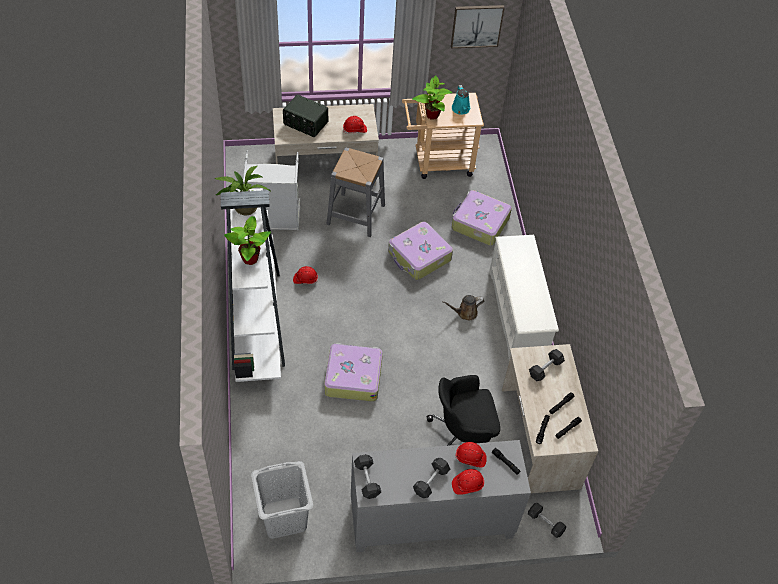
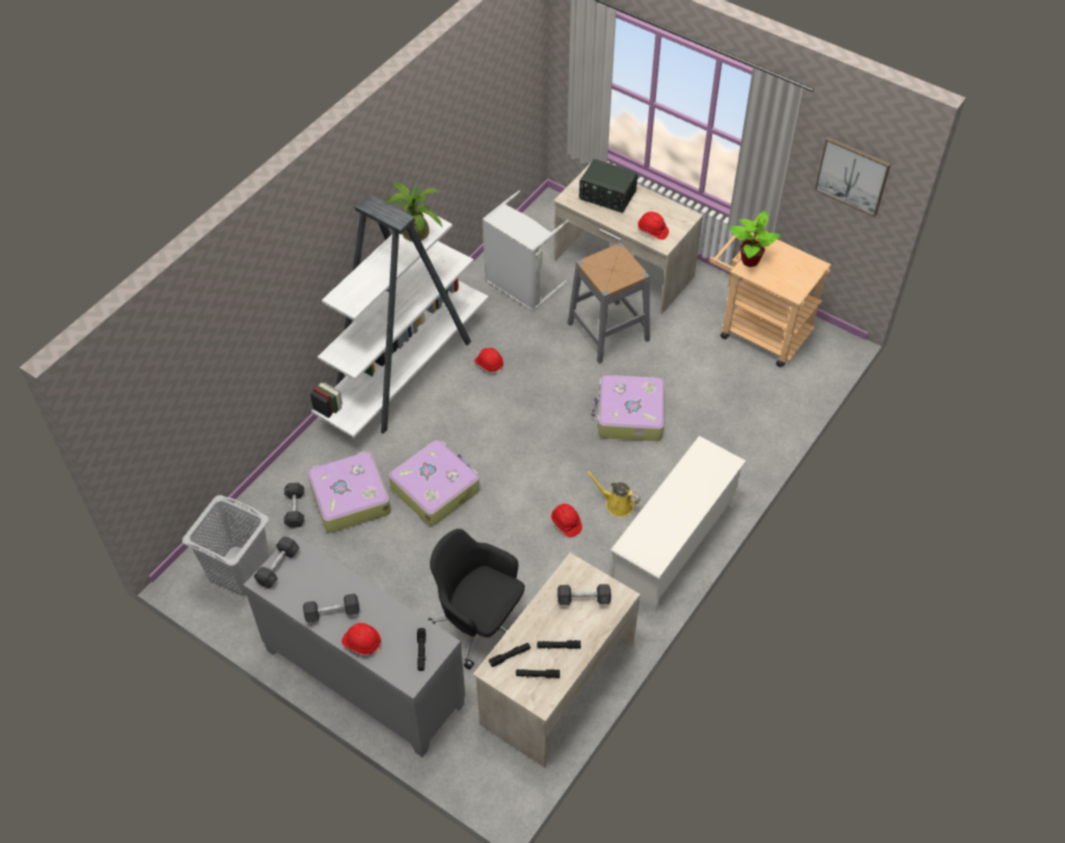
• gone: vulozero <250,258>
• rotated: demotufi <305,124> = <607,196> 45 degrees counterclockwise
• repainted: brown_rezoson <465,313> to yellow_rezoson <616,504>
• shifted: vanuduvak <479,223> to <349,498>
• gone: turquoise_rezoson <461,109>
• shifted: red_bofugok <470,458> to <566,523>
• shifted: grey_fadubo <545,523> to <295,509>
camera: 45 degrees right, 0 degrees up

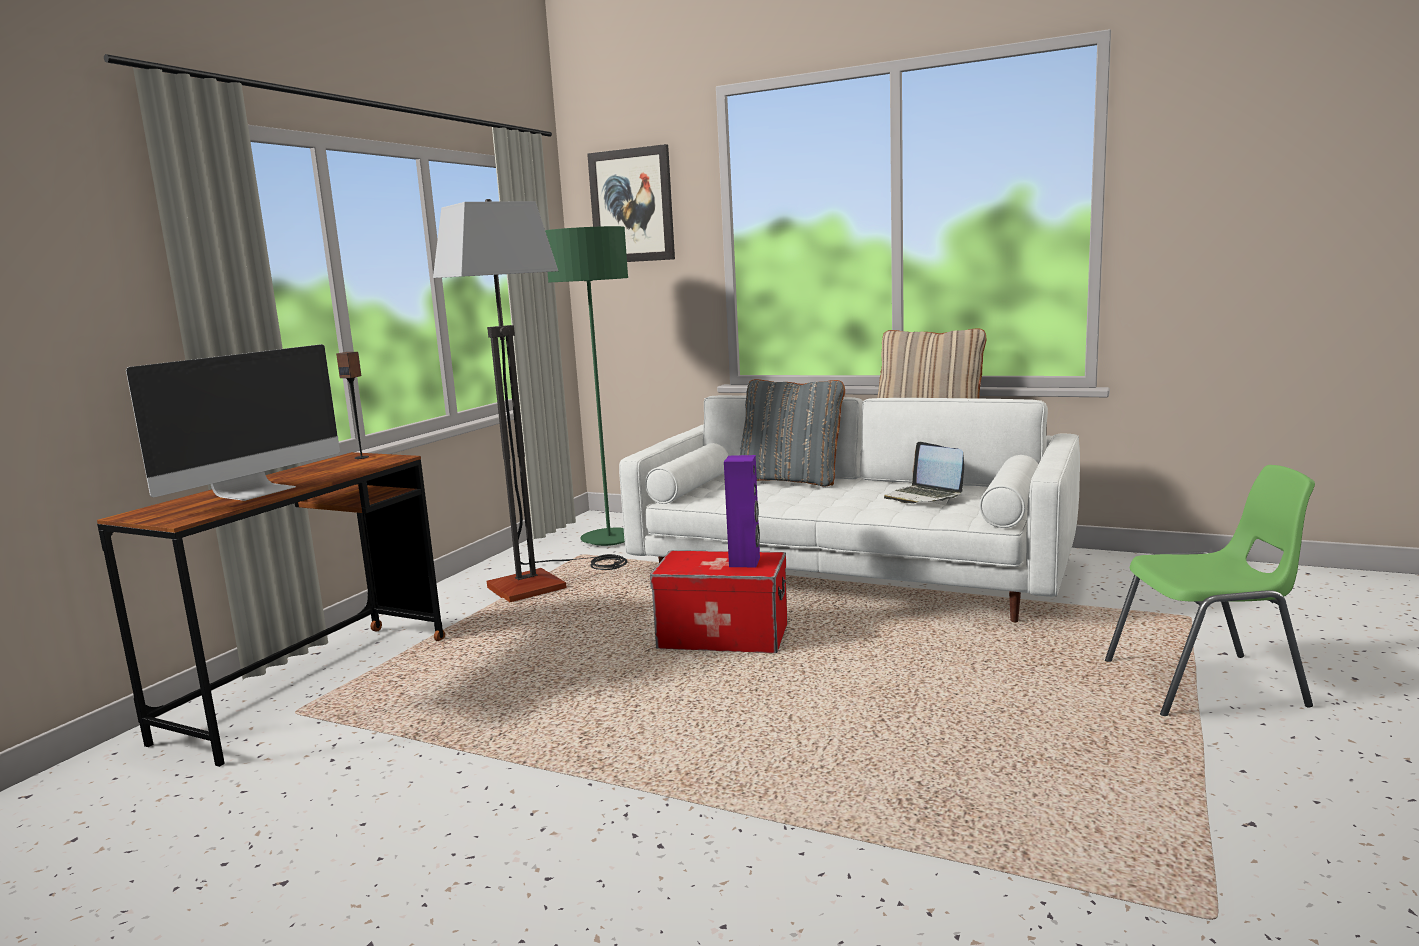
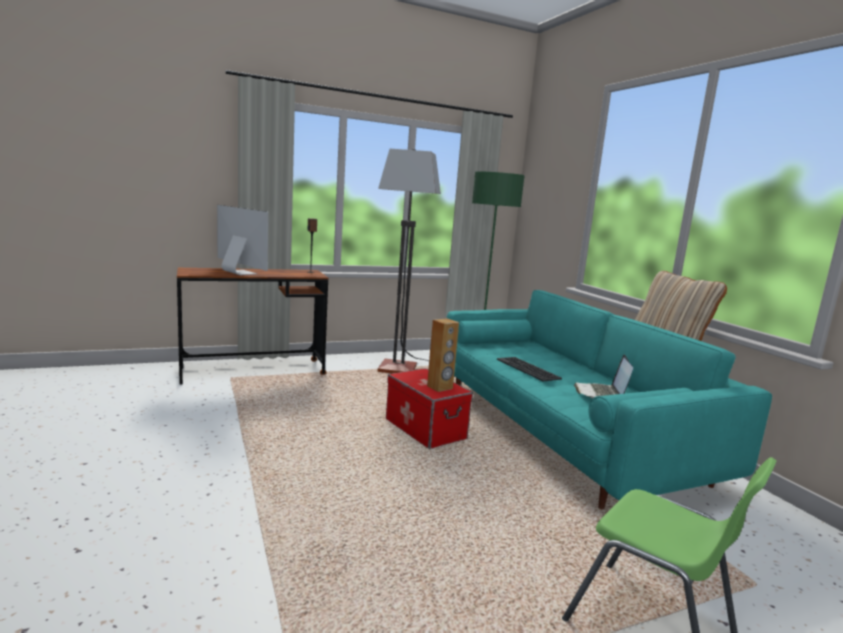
• rotated: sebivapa <256,491> = <238,272> 120 degrees counterclockwise
• gone: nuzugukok <632,206>
• repainted: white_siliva <851,573> to turquoise_siliva <564,432>
• repainted: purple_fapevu <745,562> to brown_fapevu <440,387>
• gone: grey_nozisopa <791,480>
• new: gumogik <528,369>
camera: 40 degrees right, 0 degrees up

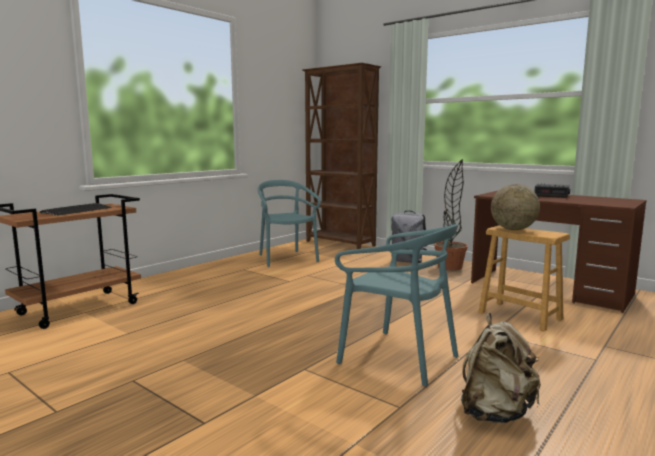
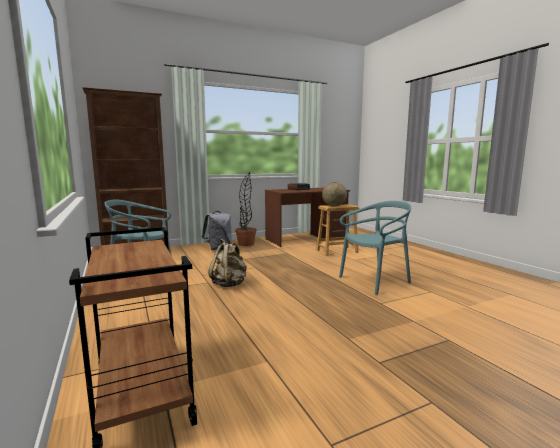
• gone: gumogik <77,210>
• shifted: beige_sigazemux <495,413> to <229,284>
camera: 65 degrees left, 0 degrees up

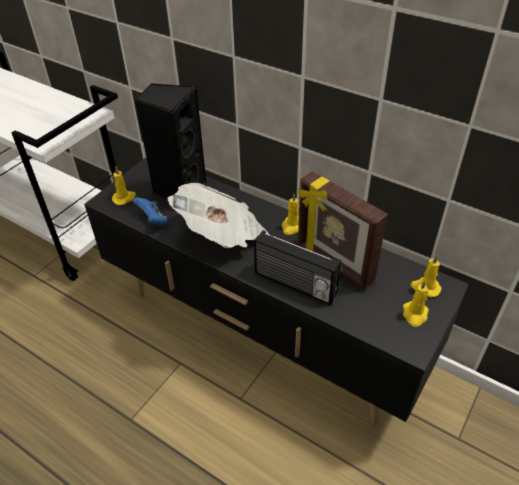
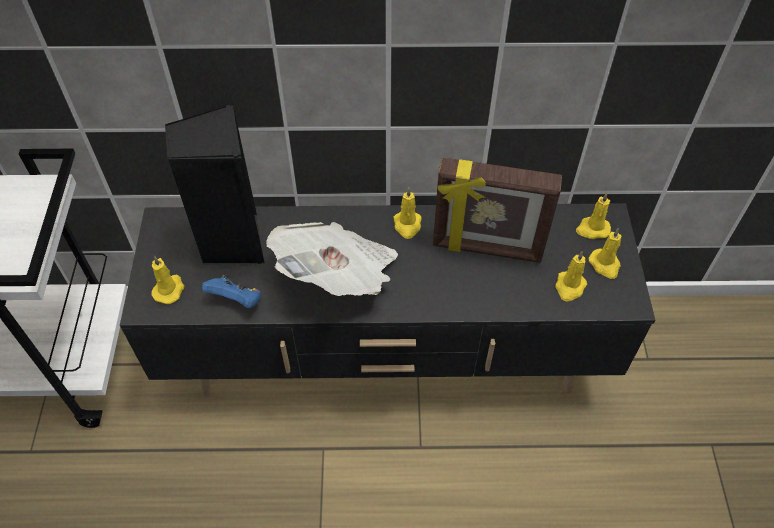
• gone: demotufi <294,284>
• new: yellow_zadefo <569,287>
camera: 35 degrees left, 10 degrees up

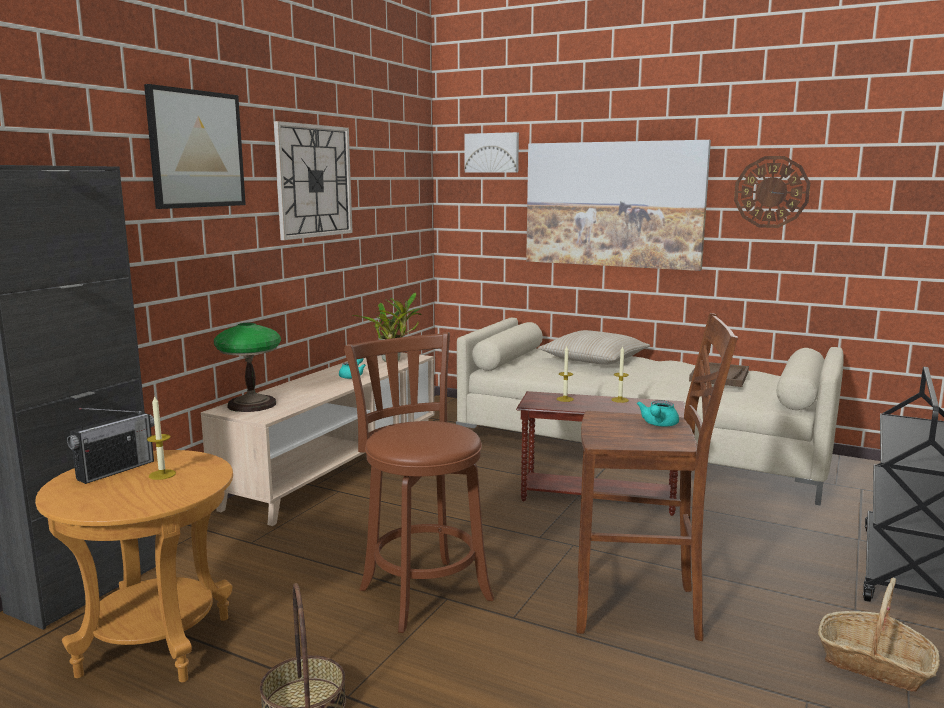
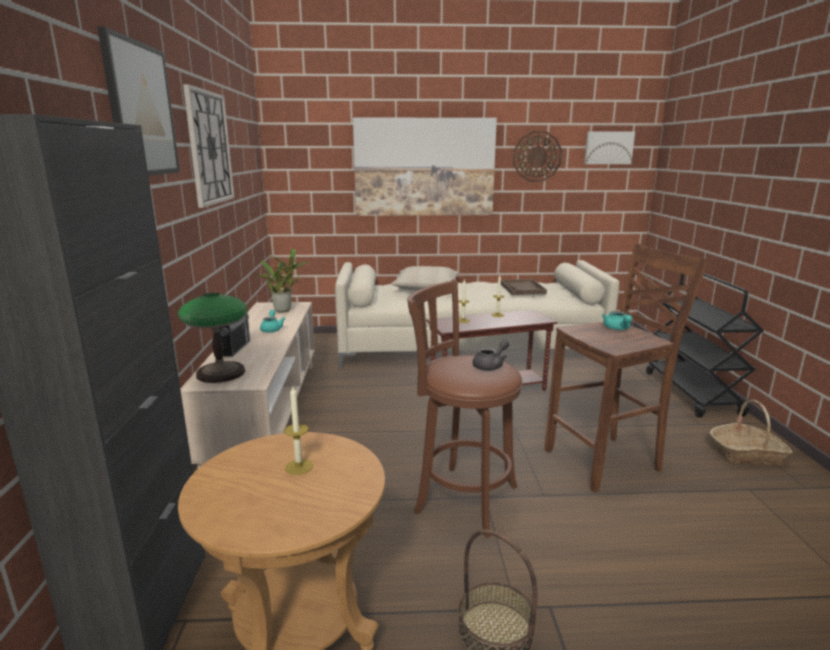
• shifted: demotufi <116,470> to <236,348>
• shifted: nuzugukok <492,153> to <608,148>
• new: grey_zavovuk <491,366>
camera: 30 degrees left, 5 degrees up

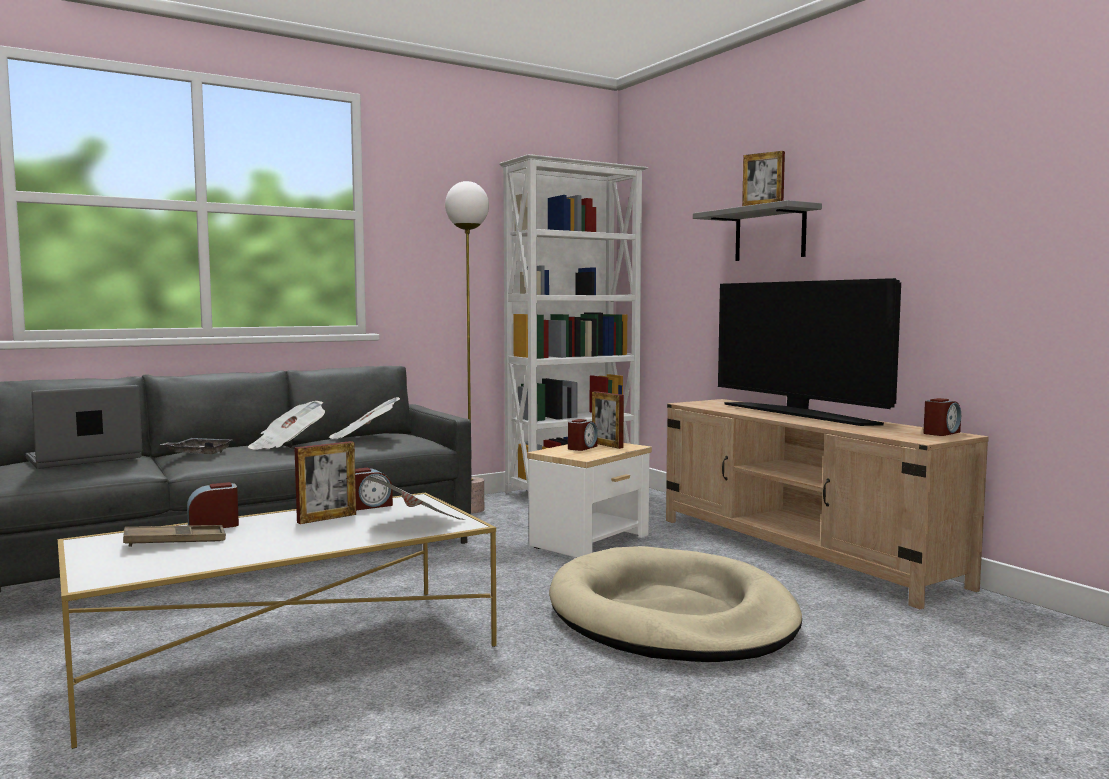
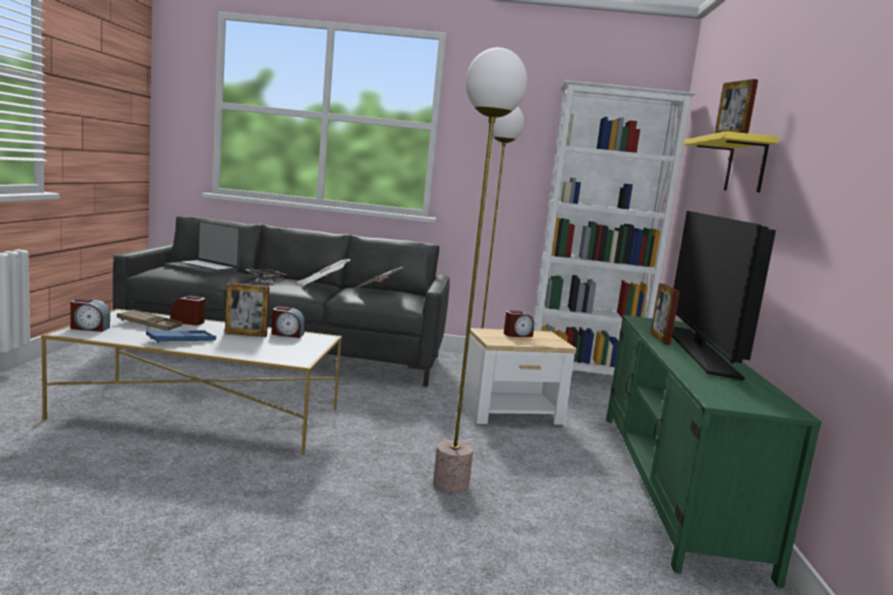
• rotated: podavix <84,459> = <203,269> 150 degrees counterclockwise
• gone: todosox <416,524>
• swapped: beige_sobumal <671,615> to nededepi <451,484>
• shifted: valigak <607,445> to <660,339>
• repainted: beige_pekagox <801,551> to green_pekagox <673,483>
• repainted: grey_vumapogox <770,234> to yellow_vumapogox <746,166>
• shifted: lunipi <941,433> to <89,328>
• new: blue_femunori <181,340>
camera: 35 degrees right, 5 degrees up

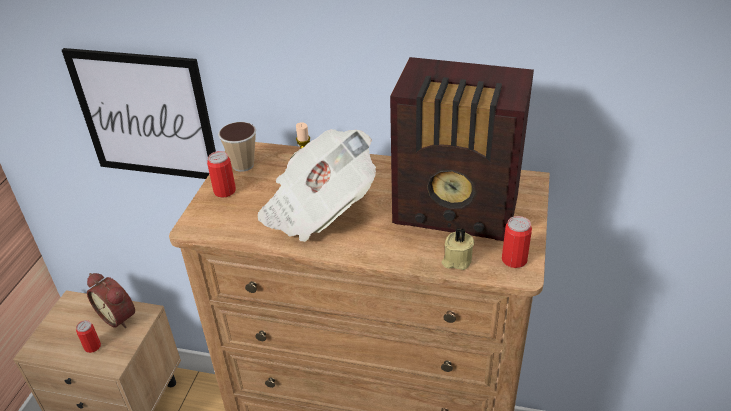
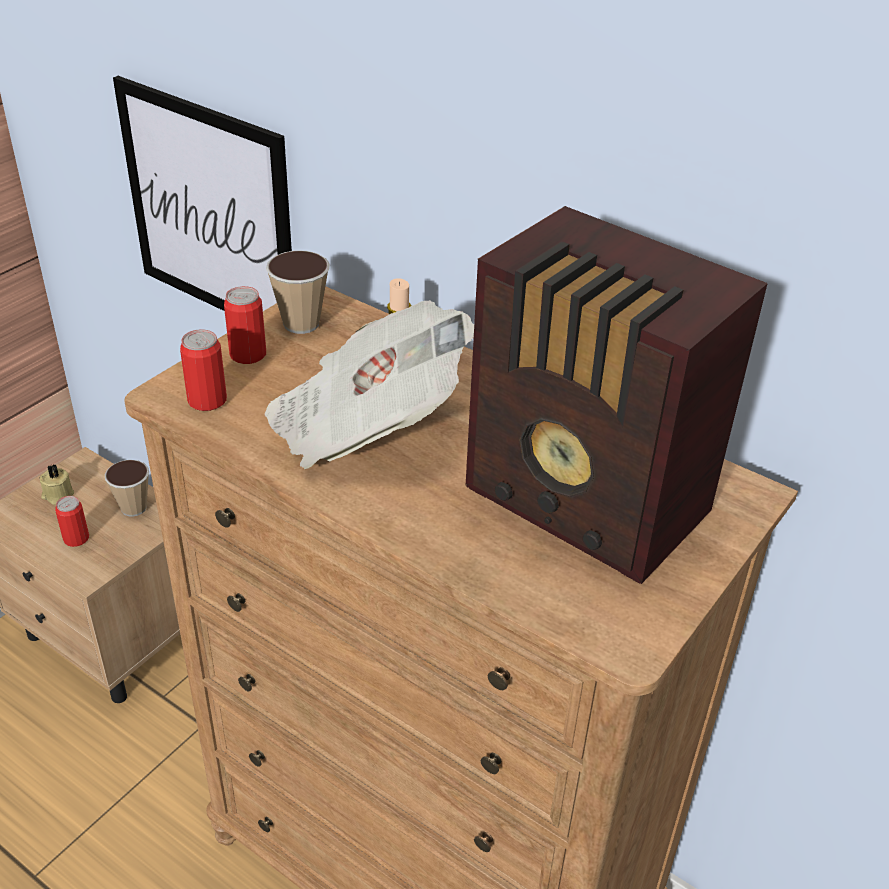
• swapped: lunipi <119,316> to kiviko <133,508>
• shifted: beige_zadefo <456,260> to <57,495>
• shifted: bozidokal <514,260> to <207,400>
camera: 20 degrees right, 0 degrees up

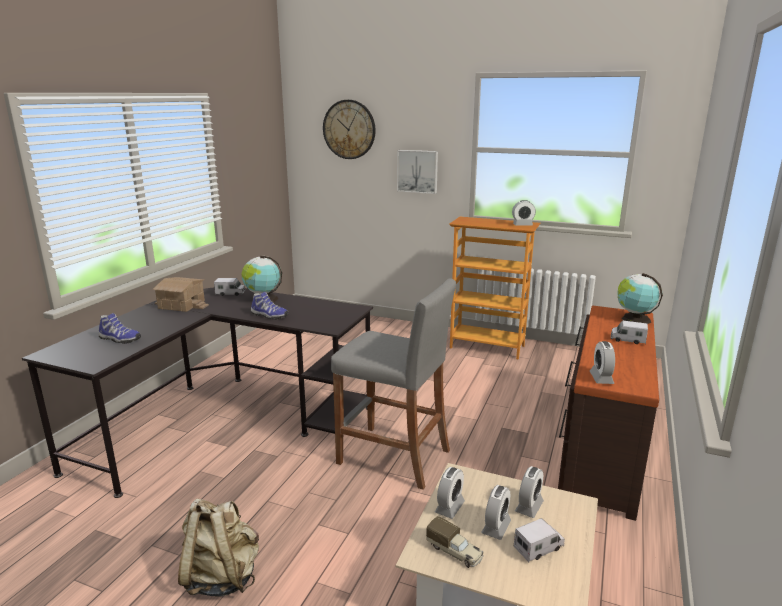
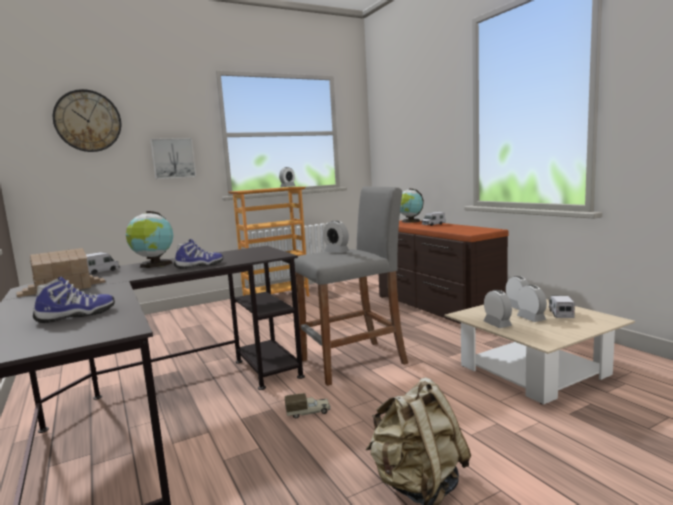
• shifted: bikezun <455,552> to <308,412>
• shifted: lunipi <601,378> to <336,252>
camera: 50 degrees left, 10 degrees down

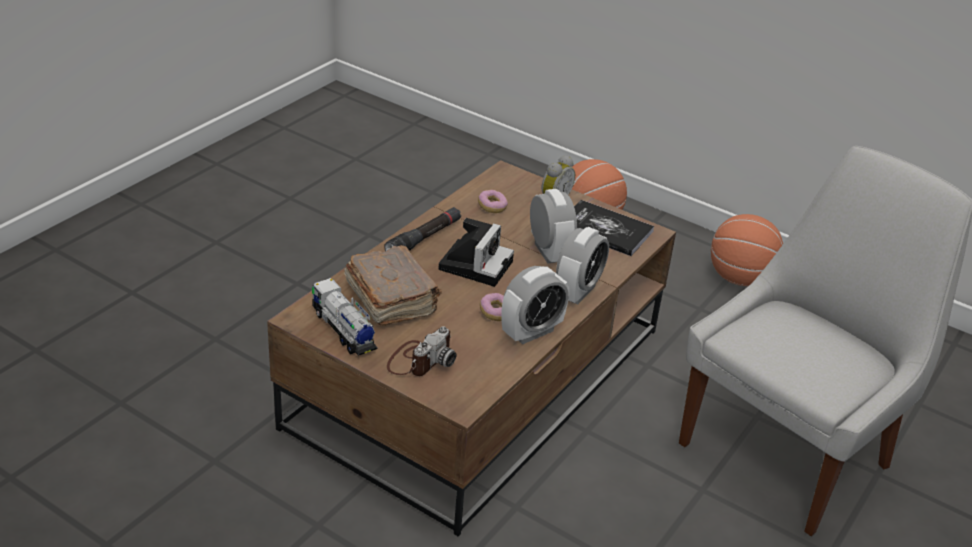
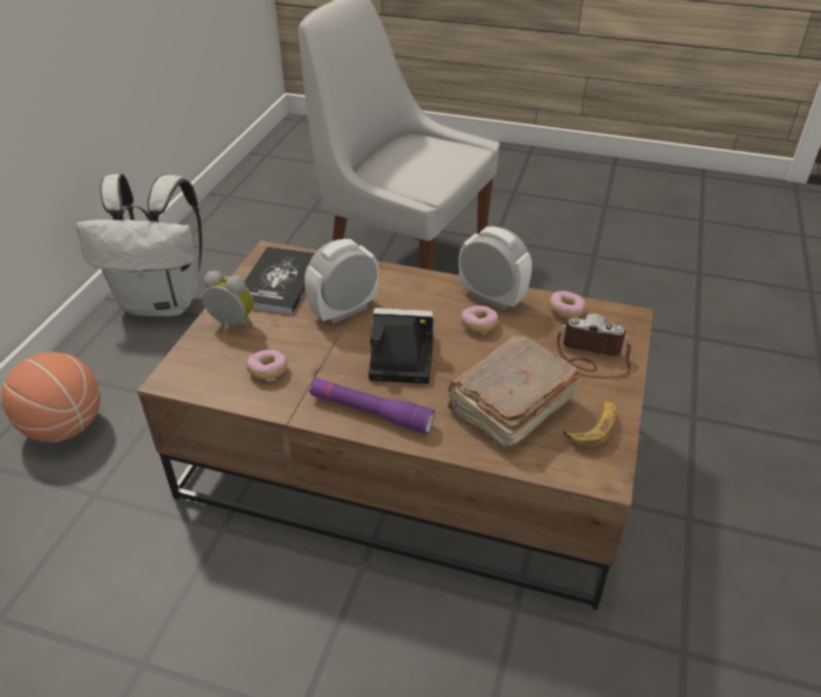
• swapped: bikezun <344,330> to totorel <593,428>
• repainted: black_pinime <424,239> to purple_pinime <370,412>
• gone: lunipi <578,292>
• swapped: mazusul <740,278> to white_sigazemux <164,302>
• new: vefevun <566,311>
camera: 105 degrees left, 5 degrees up

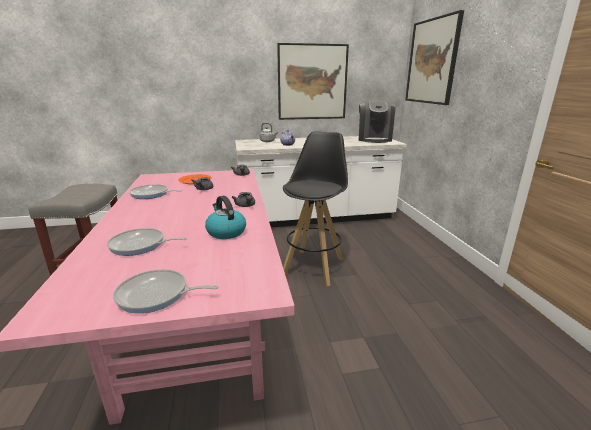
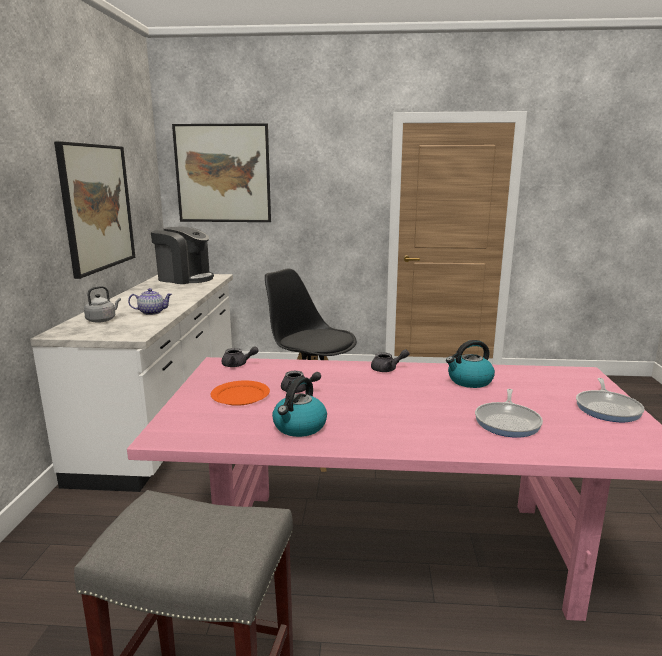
• swapped: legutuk <151,194> to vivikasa <299,427>
camera: 75 degrees left, 5 degrees down

